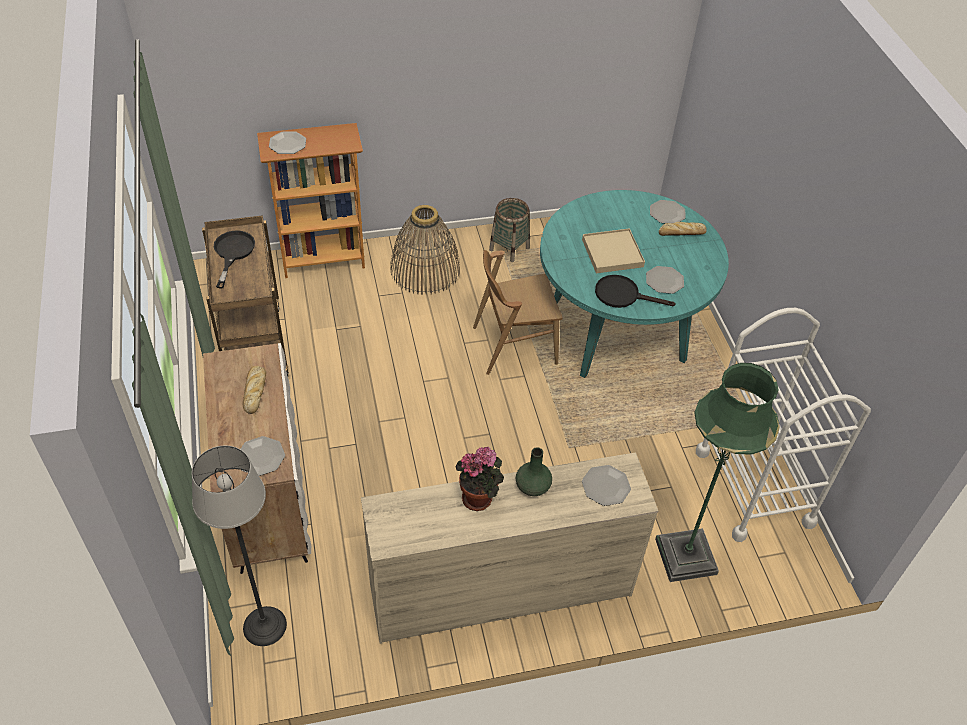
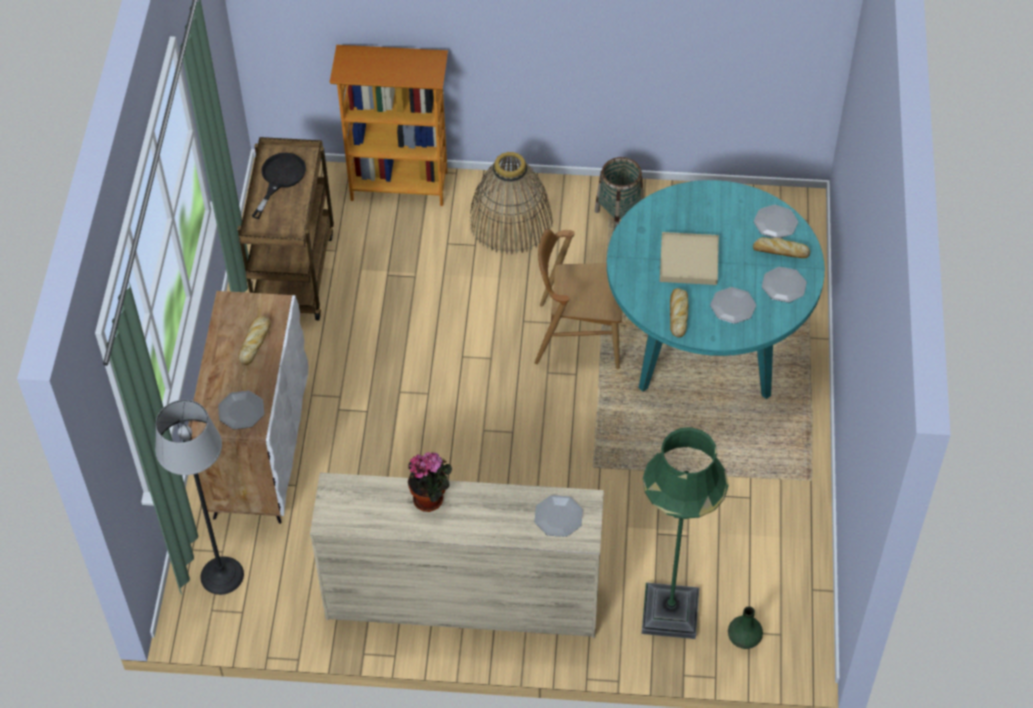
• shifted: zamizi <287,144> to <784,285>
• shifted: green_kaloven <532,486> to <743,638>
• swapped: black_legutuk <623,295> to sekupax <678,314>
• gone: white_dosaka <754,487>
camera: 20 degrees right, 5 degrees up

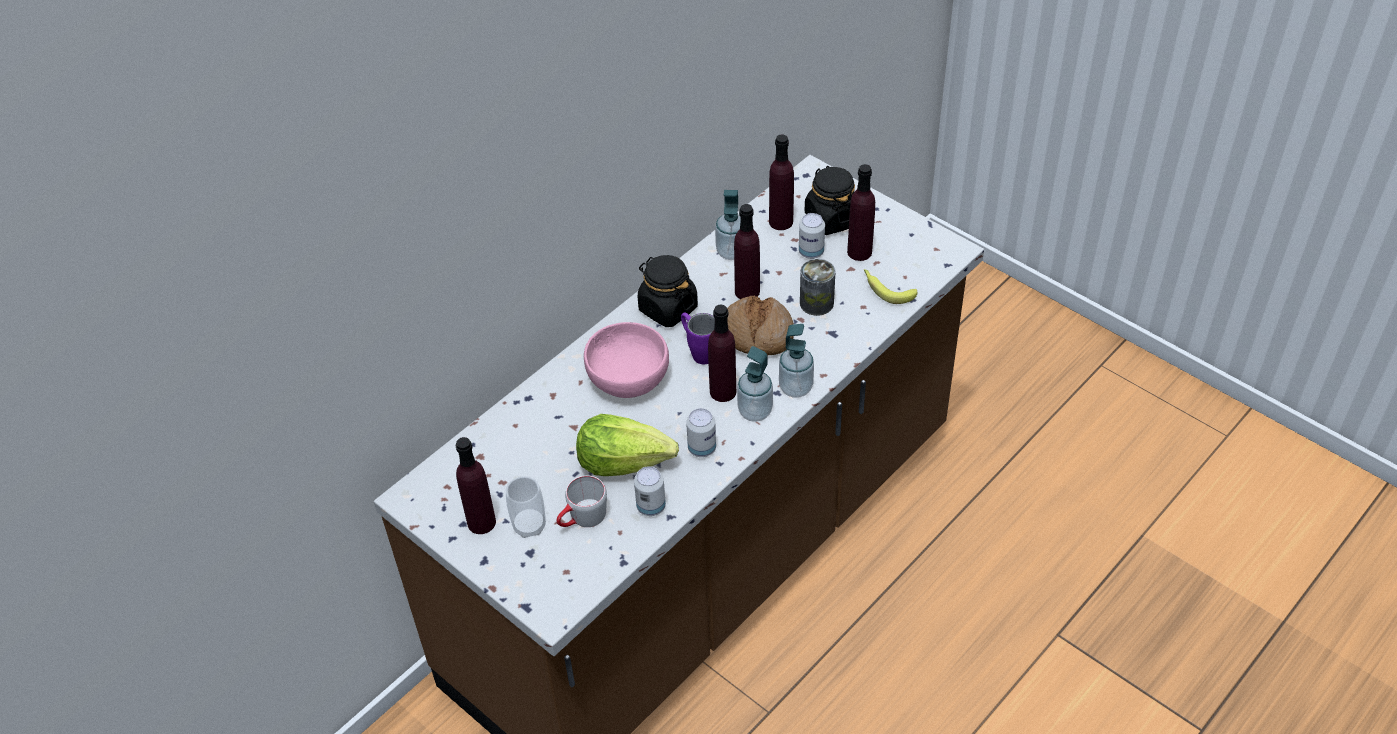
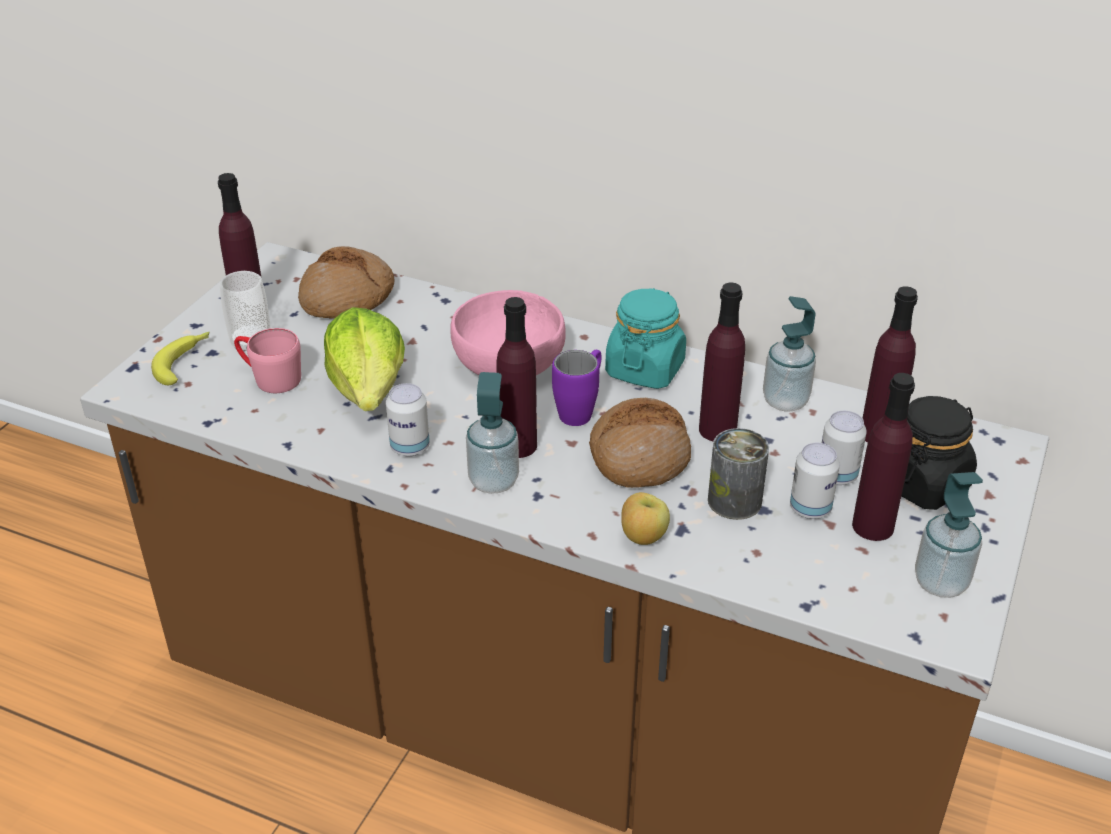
• repainted: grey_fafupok <582,519> to pink_fafupok <269,377>
• shifted: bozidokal <651,506> to <810,509>
• repainted: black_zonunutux <667,308> to turquoise_zonunutux <645,369>
• shifted: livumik <795,387> to <940,583>
• shifted: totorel <886,289> to <185,362>
• new: sekupax <347,298>
• new: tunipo <643,538>
camera: 70 degrees right, 10 degrees down

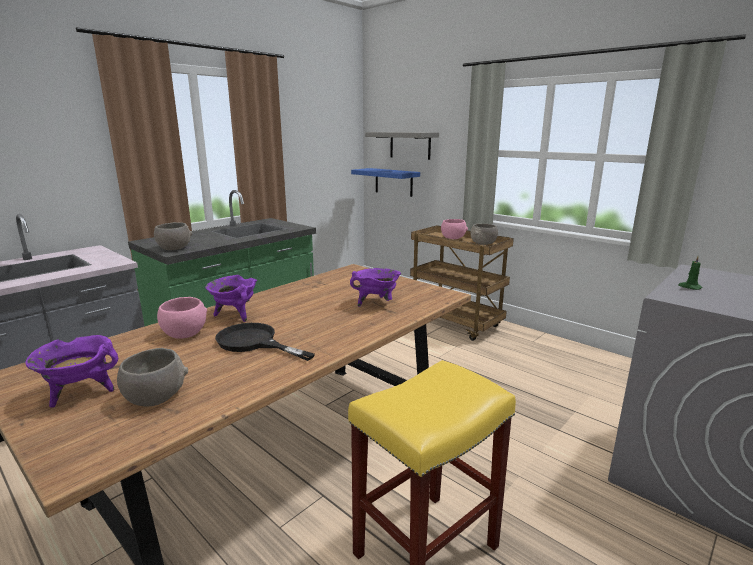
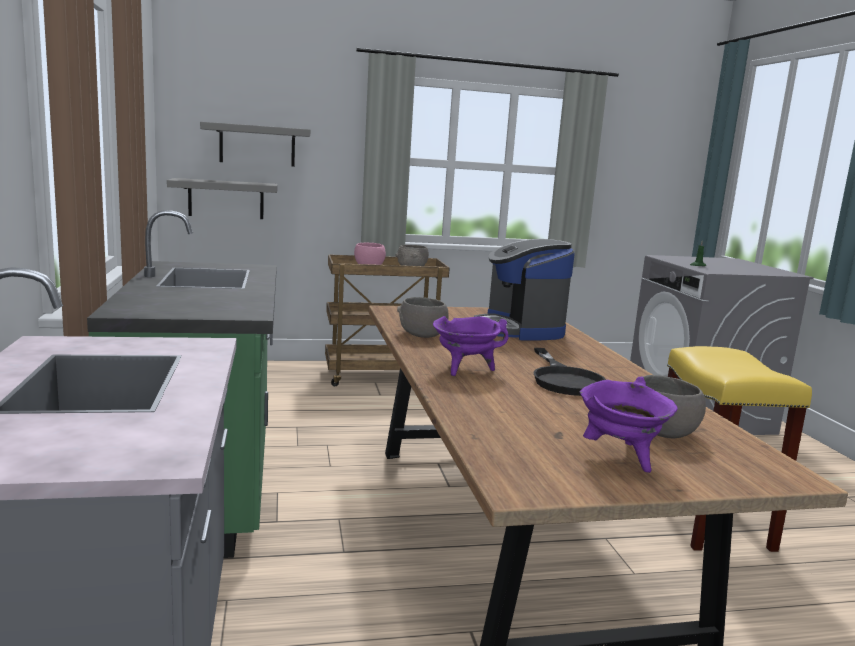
• shifted: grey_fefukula <174,248> to <421,334>
• gone: pink_fefukula <184,333>
• rotated: black_legutuk <254,342> = <564,379> 75 degrees counterclockwise
• swapped: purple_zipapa <377,303> to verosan <520,329>
• repainted: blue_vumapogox <393,182> to grey_vumapogox <226,199>
camera: 55 degrees left, 5 degrees down

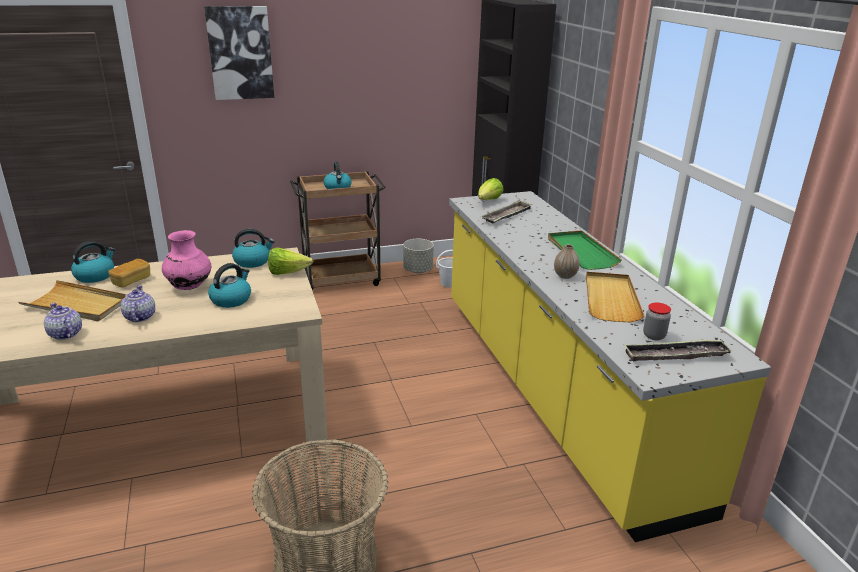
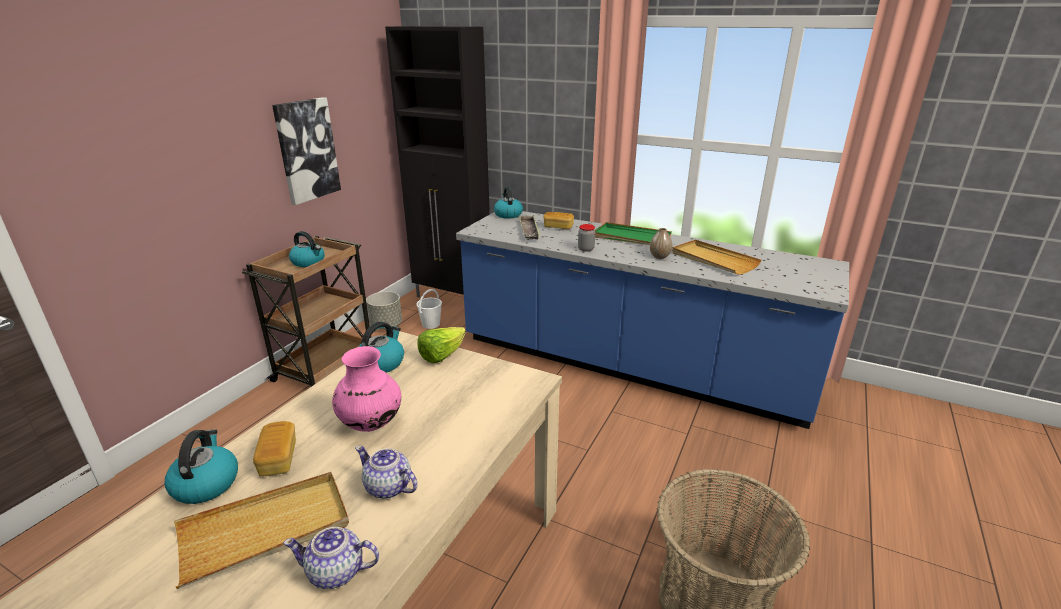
• shifted: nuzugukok <240,53> to <307,150>
• shifted: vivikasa <231,299> to <508,214>
• repainted: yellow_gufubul <554,392> to blue_gufubul <629,365>
• gone: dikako <488,201>
• gone: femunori <675,355>
• shifted: zonunutux <654,336> to <586,249>
• new: sekupax <558,227>
camera: 45 degrees left, 0 degrees up

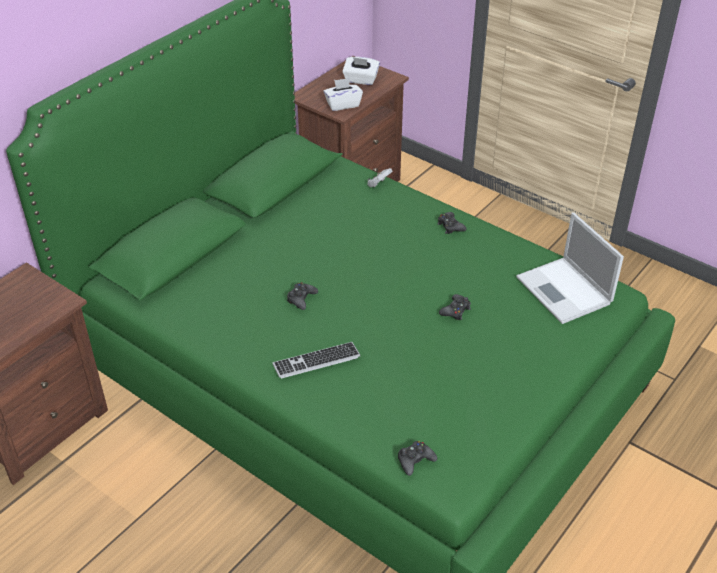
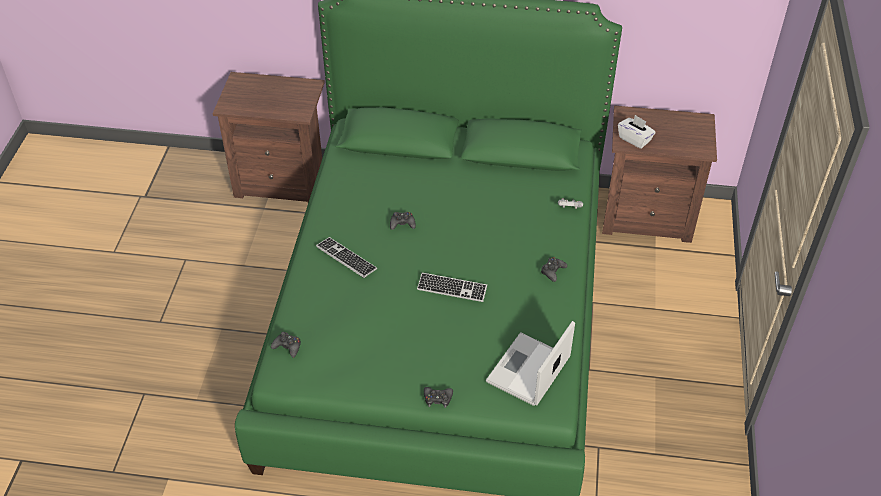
• gone: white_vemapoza <361,80>
• shifted: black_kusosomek <455,310> to <438,399>
• new: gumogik <452,288>
camera: 60 degrees right, 5 degrees up

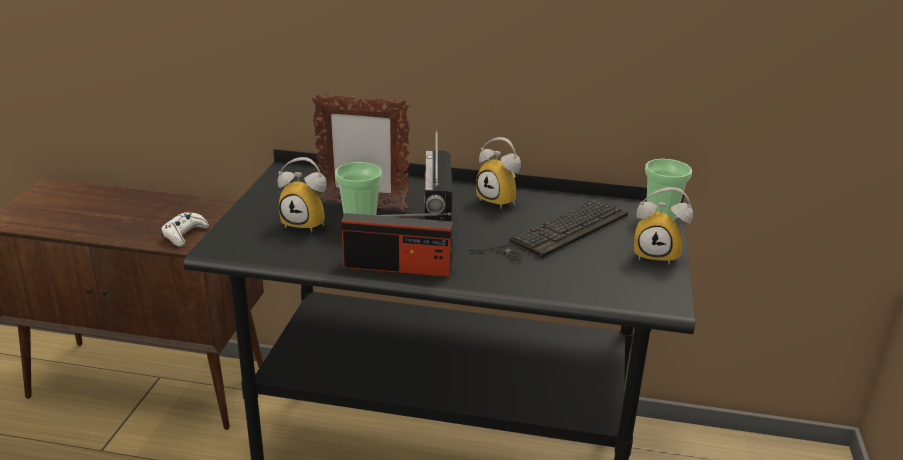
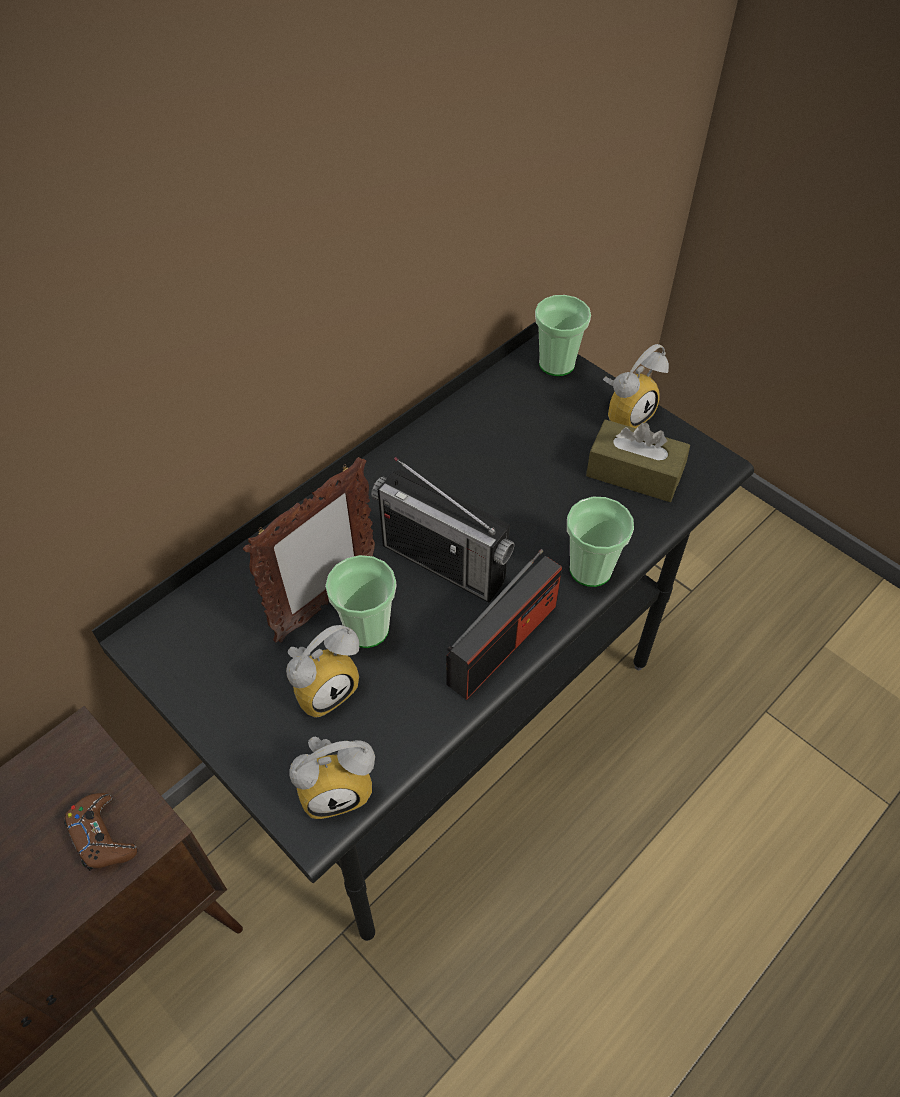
• repainted: white_kusosomek <184,234> to brown_kusosomek <102,836>
• gone: gumogik <556,232>
• shifted: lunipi <501,200> to <337,786>
• new: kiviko <590,569>
• new: brown_vemapoza <634,473>
camera: 55 degrees left, 25 degrees up

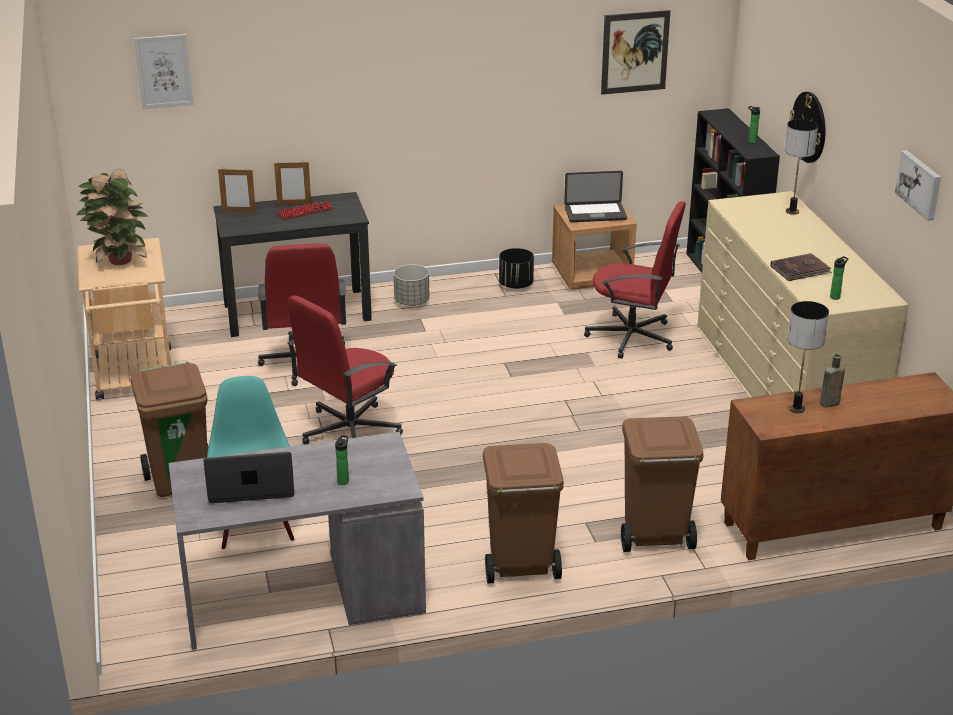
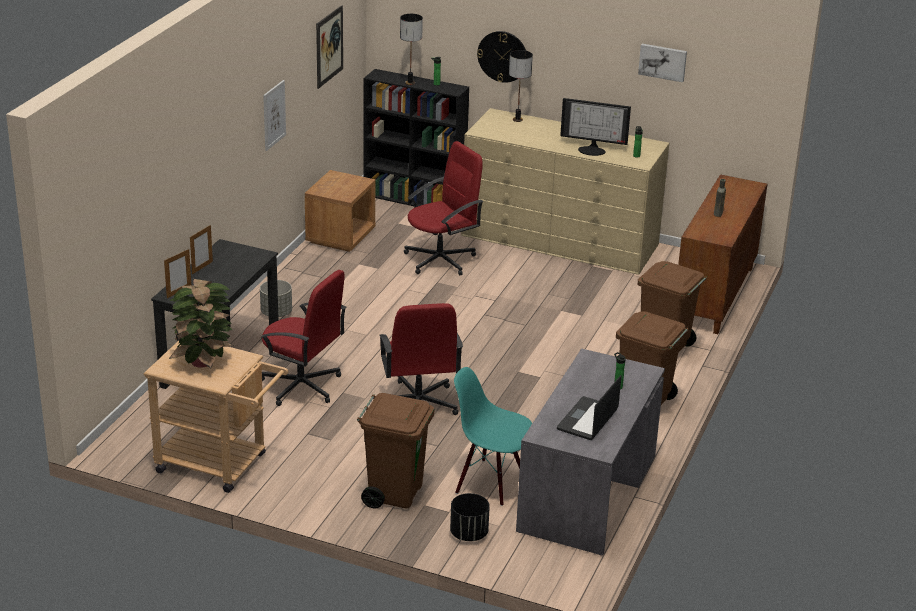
• shifted: nuzugukok <164,71> to <274,115>
• gone: gumogik <305,212>
• shifted: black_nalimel <516,285> to <469,533>
• gone: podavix <595,214>
• swapped: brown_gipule <800,270> to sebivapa <592,150>
• shifted: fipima <797,409> to <410,83>
camera: 55 degrees left, 0 degrees up

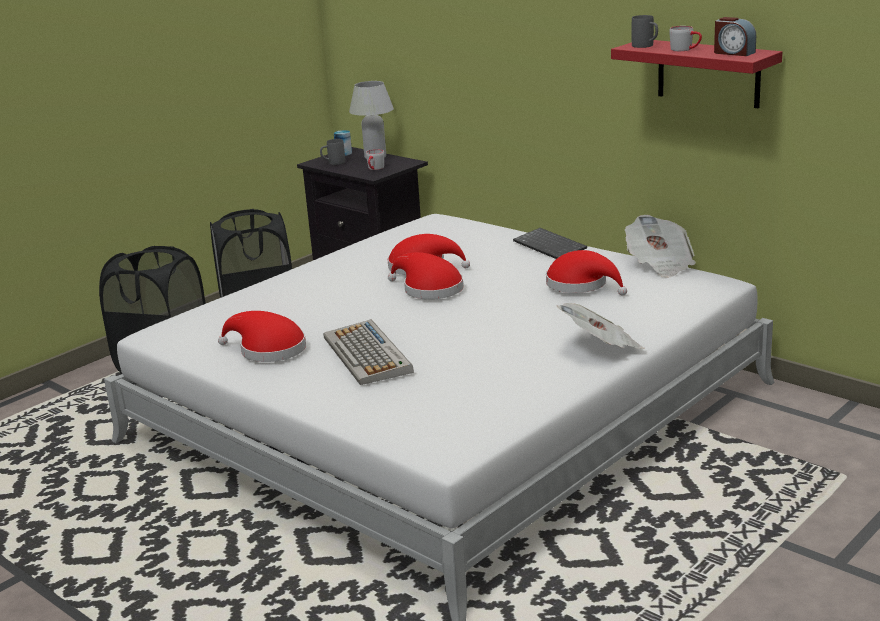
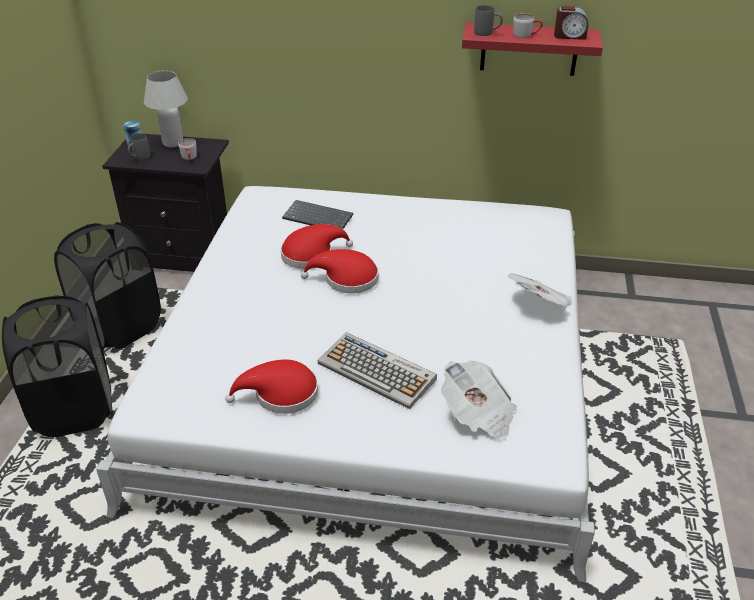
• shifted: gumogik <551,246> to <319,217>
• gone: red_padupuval <581,285>
• shifted: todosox <659,264> to <478,415>
camera: 35 degrees left, 15 degrees up

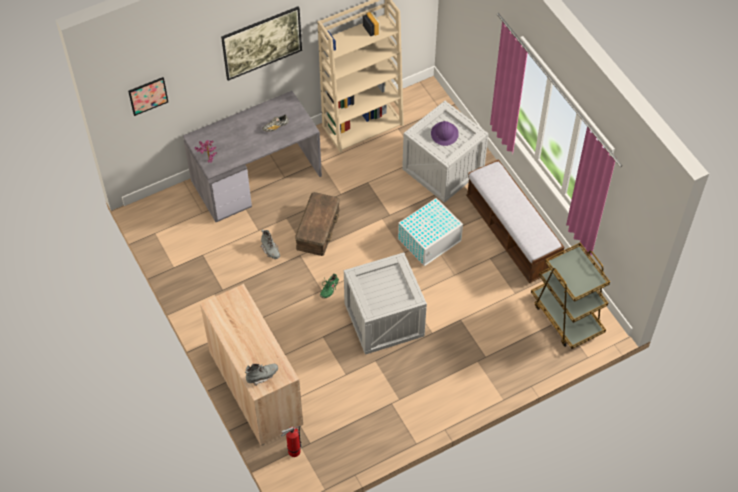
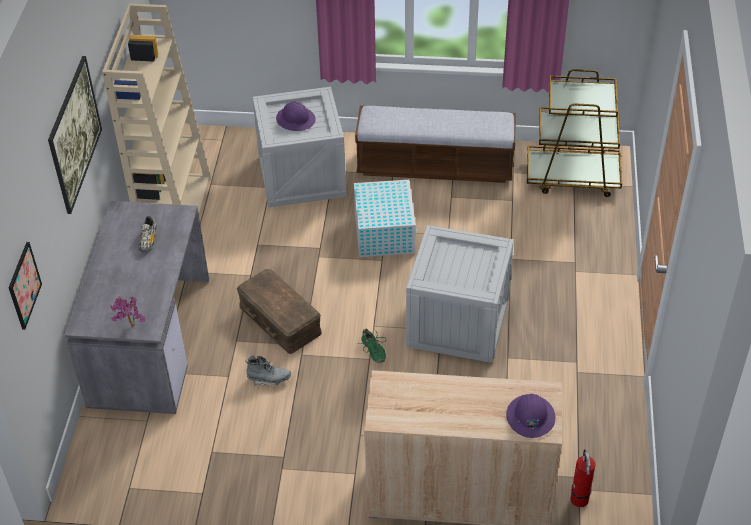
• swapped: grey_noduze <262,376> to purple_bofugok <530,417>
camera: 55 degrees left, 10 degrees down

